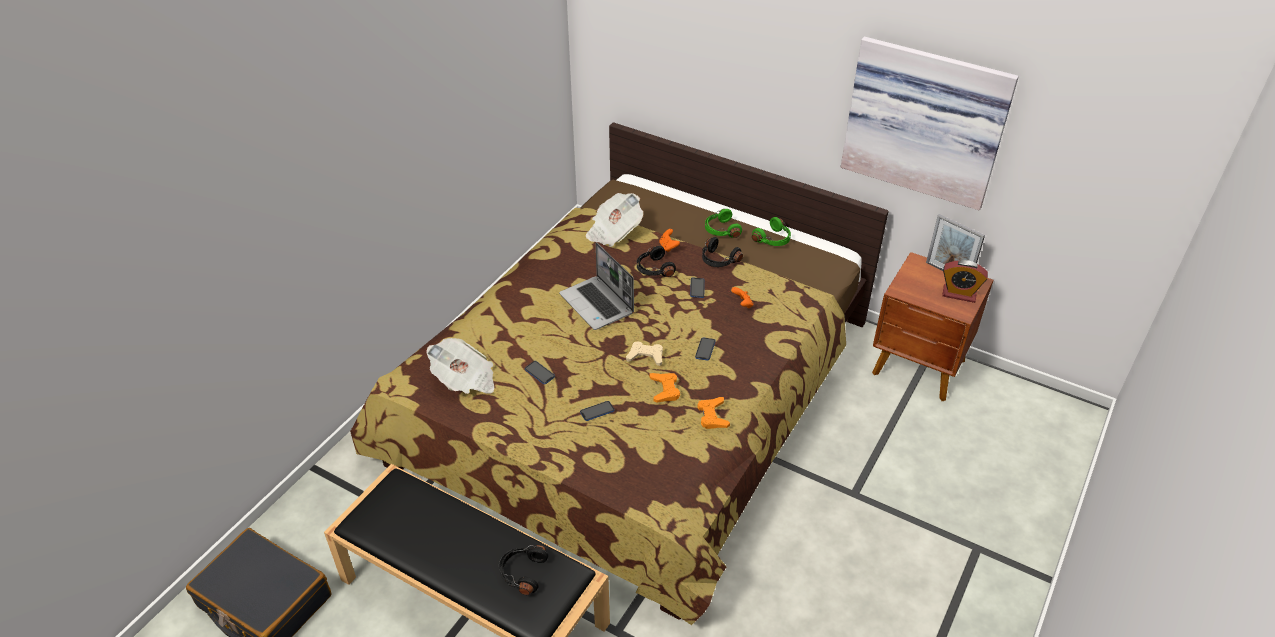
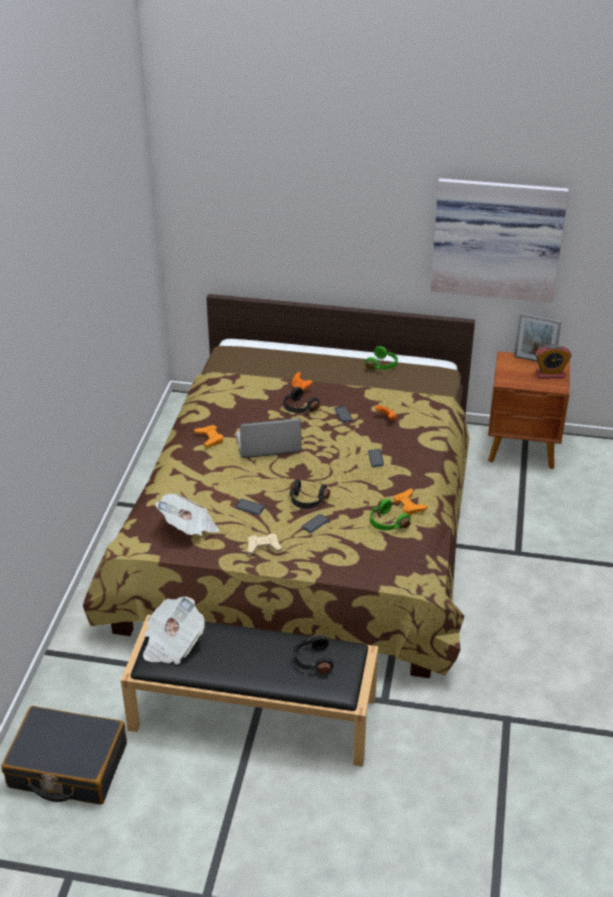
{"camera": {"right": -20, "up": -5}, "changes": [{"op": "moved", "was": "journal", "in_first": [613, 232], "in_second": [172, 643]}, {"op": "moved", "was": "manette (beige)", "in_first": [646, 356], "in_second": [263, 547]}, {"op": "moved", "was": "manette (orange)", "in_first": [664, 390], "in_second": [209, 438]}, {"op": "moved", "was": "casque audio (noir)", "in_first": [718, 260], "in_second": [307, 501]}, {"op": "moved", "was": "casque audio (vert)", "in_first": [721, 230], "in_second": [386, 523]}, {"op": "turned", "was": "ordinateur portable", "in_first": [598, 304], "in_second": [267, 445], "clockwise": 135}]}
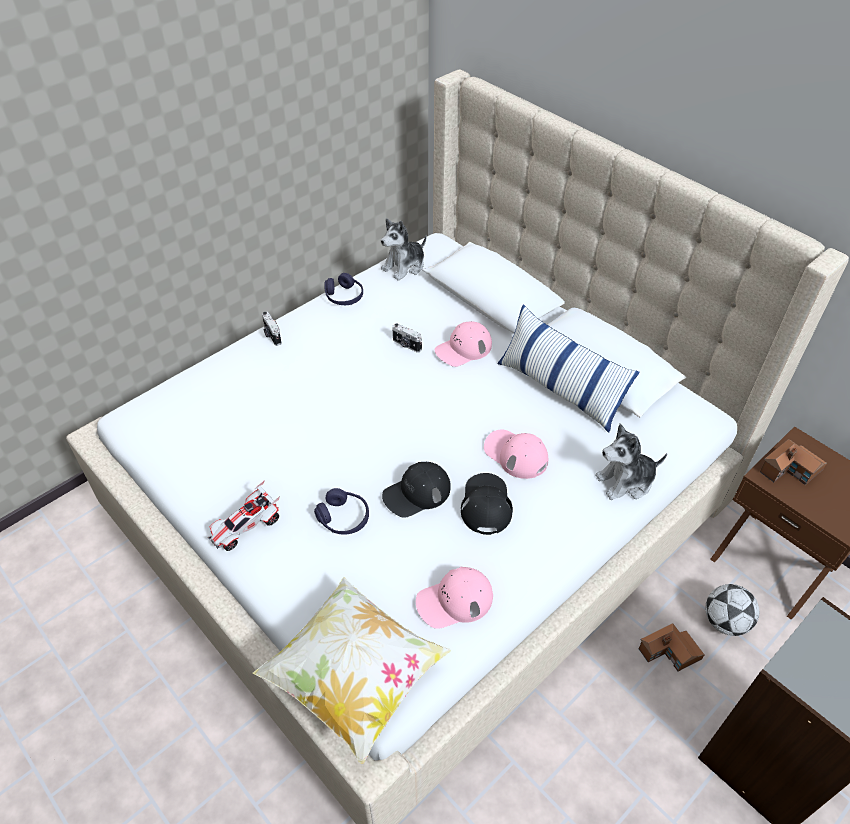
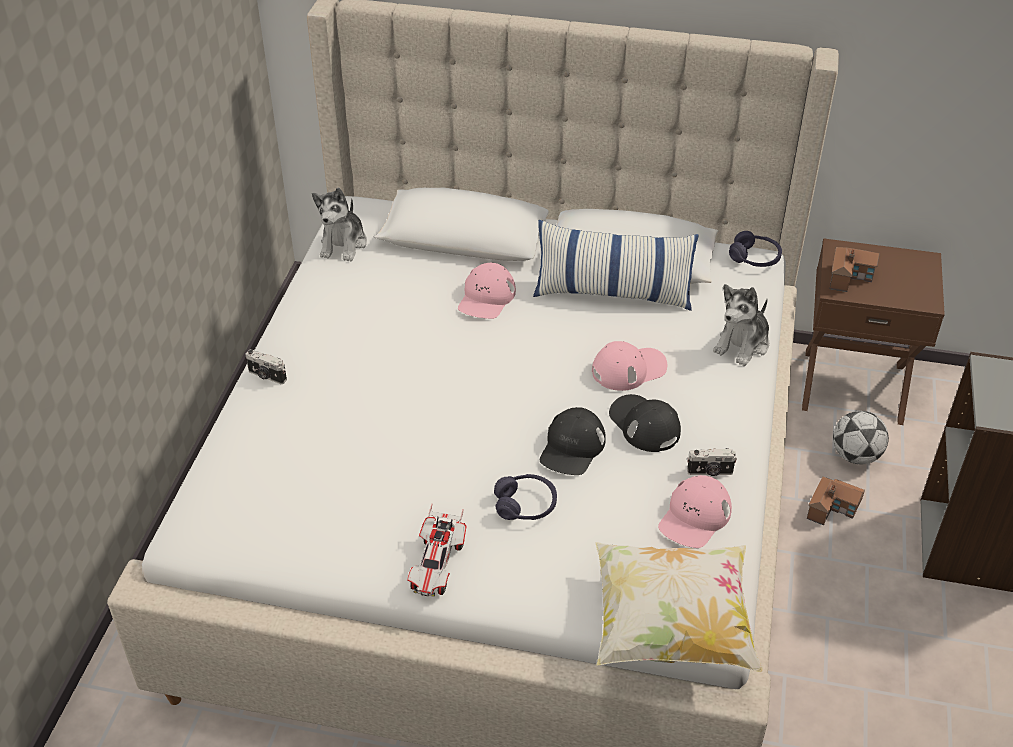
{"camera": {"right": -35, "up": -5}, "changes": [{"op": "moved", "was": "casque audio (violet)", "in_first": [344, 296], "in_second": [754, 258]}, {"op": "moved", "was": "appareil photo", "in_first": [406, 345], "in_second": [710, 472]}, {"op": "turned", "was": "casquette (rose)", "in_first": [515, 454], "in_second": [629, 369], "clockwise": 150}]}
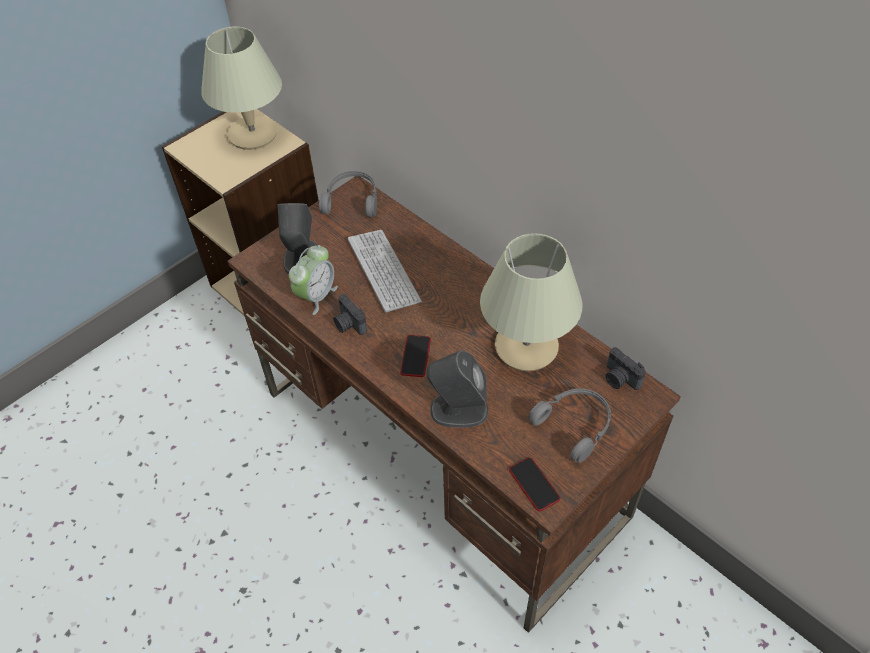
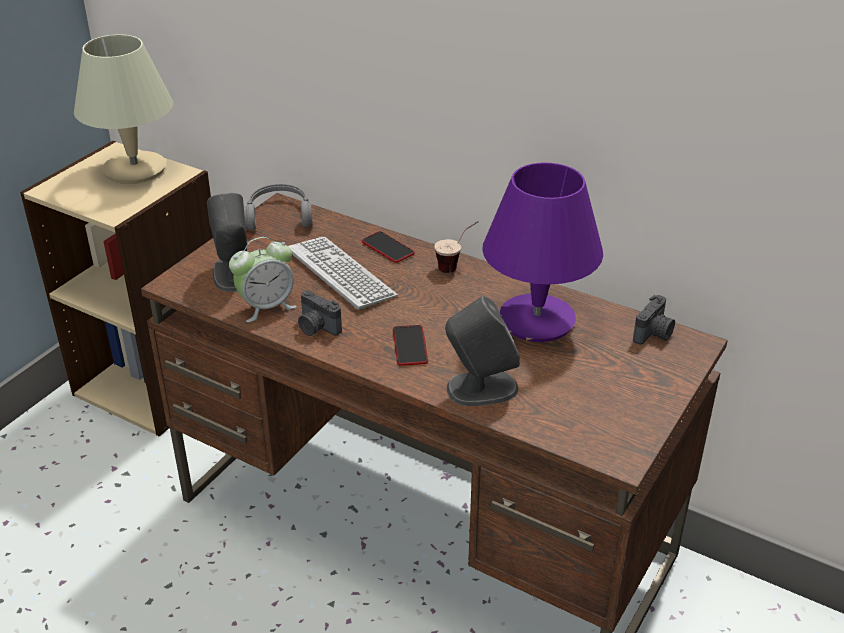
{"camera": {"right": -15, "up": -15}, "changes": [{"op": "removed", "was": "casque audio (gris)", "in_first": [575, 425]}, {"op": "added", "now": "tasse", "in_second": [456, 265]}, {"op": "moved", "was": "téléphone", "in_first": [534, 484], "in_second": [388, 248]}, {"op": "recoloured", "was": "lampe de table (beige)", "now": "lampe de table (violet)", "in_first": [527, 347], "in_second": [537, 320]}, {"op": "turned", "was": "réveil", "in_first": [316, 296], "in_second": [266, 307], "clockwise": 45}, {"op": "turned", "was": "appareil photo", "in_first": [619, 379], "in_second": [654, 334], "clockwise": -90}]}
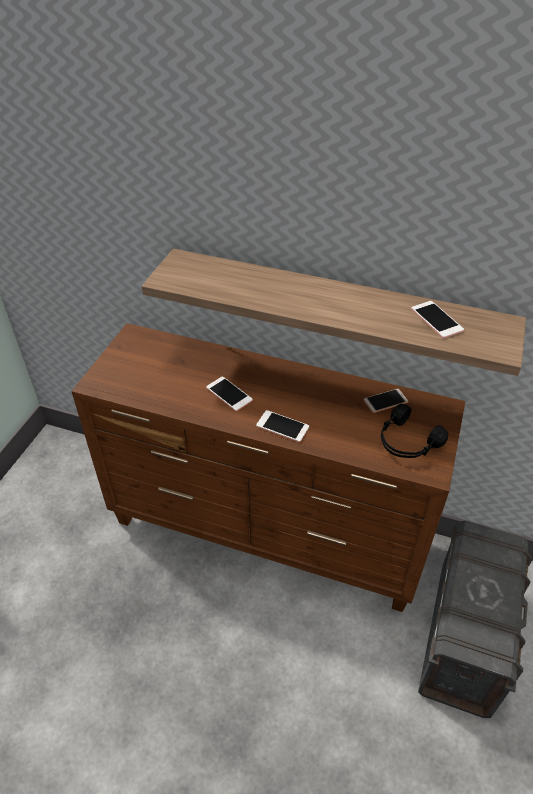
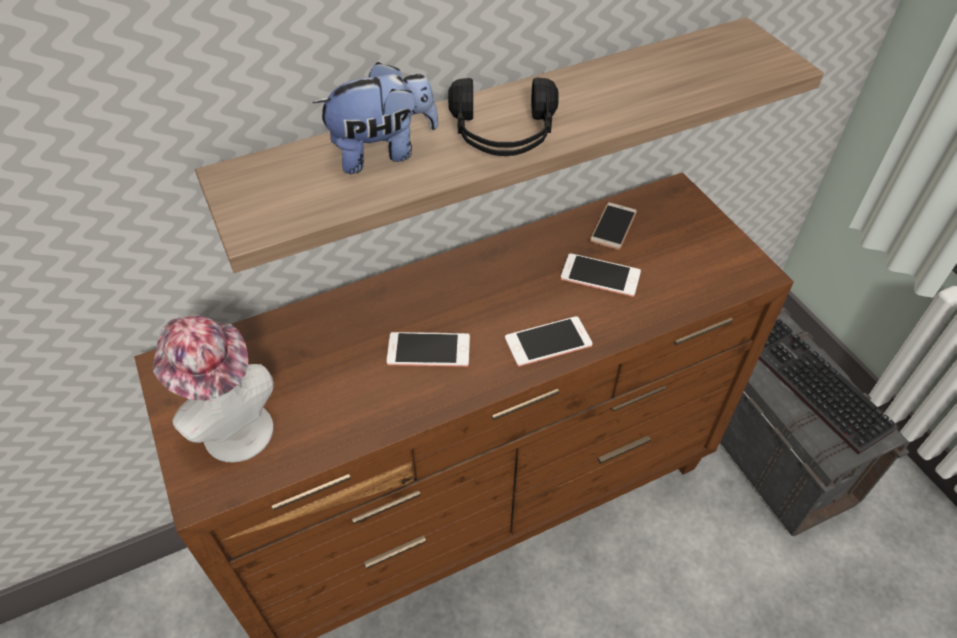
{"camera": {"right": -45, "up": 5}, "changes": [{"op": "added", "now": "chapeau", "in_second": [232, 426]}, {"op": "added", "now": "peluche", "in_second": [382, 152]}, {"op": "added", "now": "clavier", "in_second": [806, 381]}, {"op": "moved", "was": "casque audio (noir)", "in_first": [406, 442], "in_second": [503, 135]}, {"op": "moved", "was": "téléphone", "in_first": [436, 320], "in_second": [600, 276]}]}
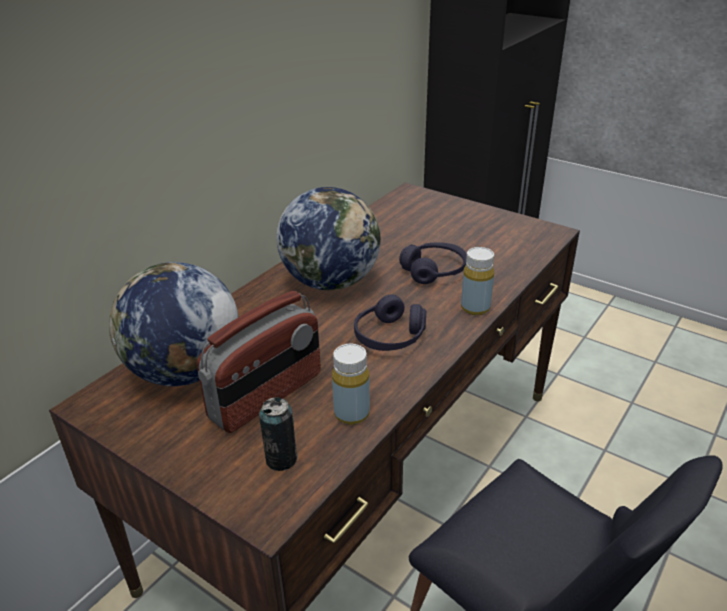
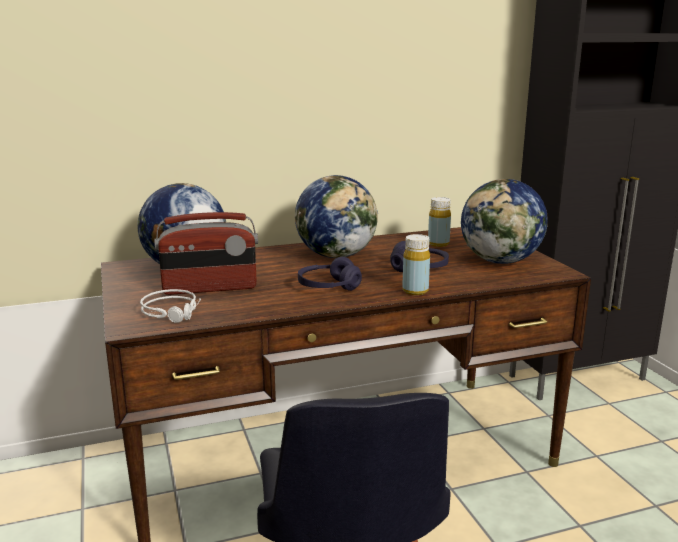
{"camera": {"right": 35, "up": -15}, "changes": [{"op": "added", "now": "globe", "in_second": [501, 261]}, {"op": "moved", "was": "bouteille (jaune)", "in_first": [351, 413], "in_second": [438, 244]}, {"op": "replaced", "was": "boîte métallique", "now": "casque audio (gris)", "in_first": [281, 459], "in_second": [173, 312]}]}
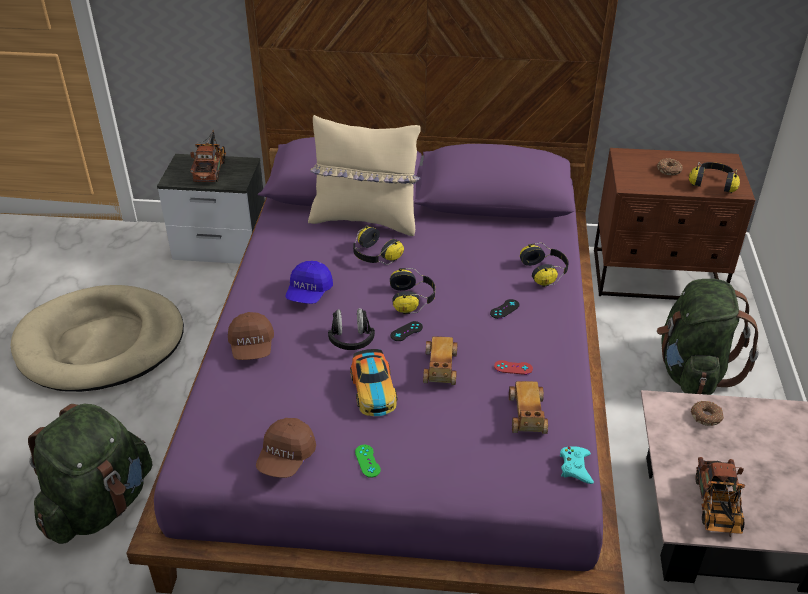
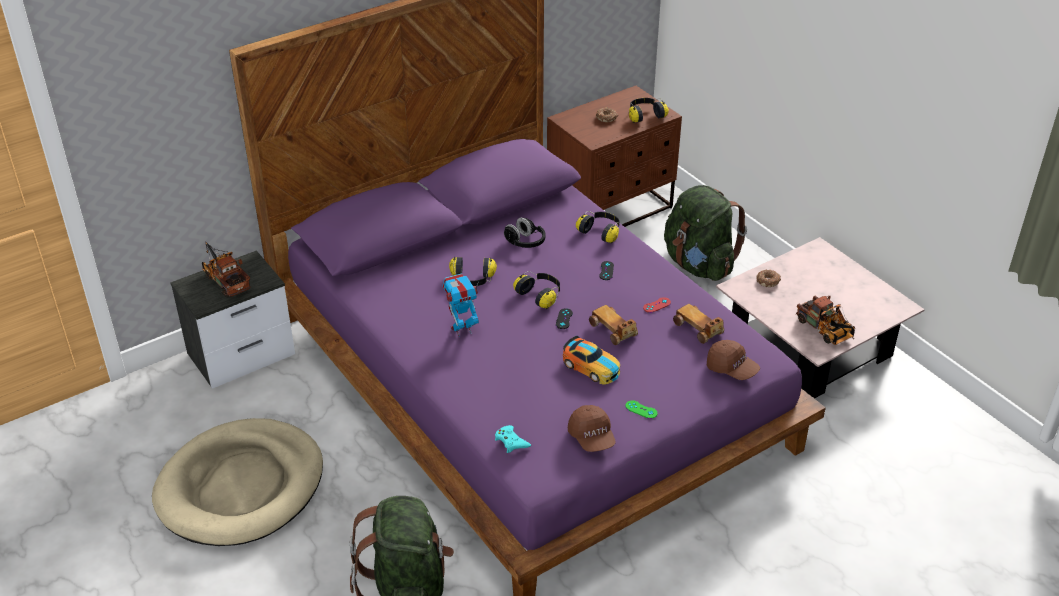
{"camera": {"right": -40, "up": 0}, "changes": [{"op": "removed", "was": "coussin (beige)", "in_first": [365, 220]}, {"op": "moved", "was": "casquette (marron)", "in_first": [252, 347], "in_second": [731, 369]}, {"op": "moved", "was": "casque audio (noir)", "in_first": [351, 339], "in_second": [525, 242]}, {"op": "moved", "was": "manette (turquoise)", "in_first": [575, 467], "in_second": [511, 442]}, {"op": "replaced", "was": "casquette (bleu)", "now": "robot jouet", "in_first": [309, 293], "in_second": [462, 330]}]}
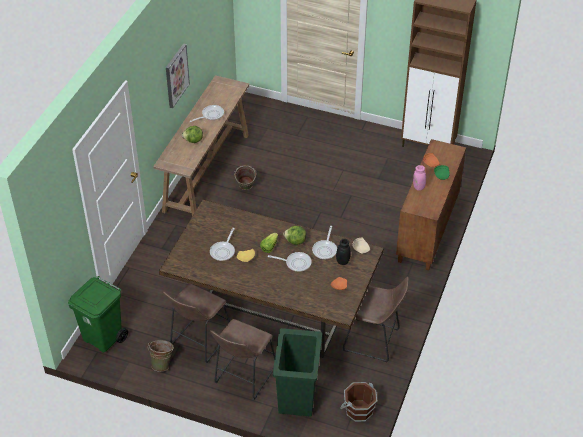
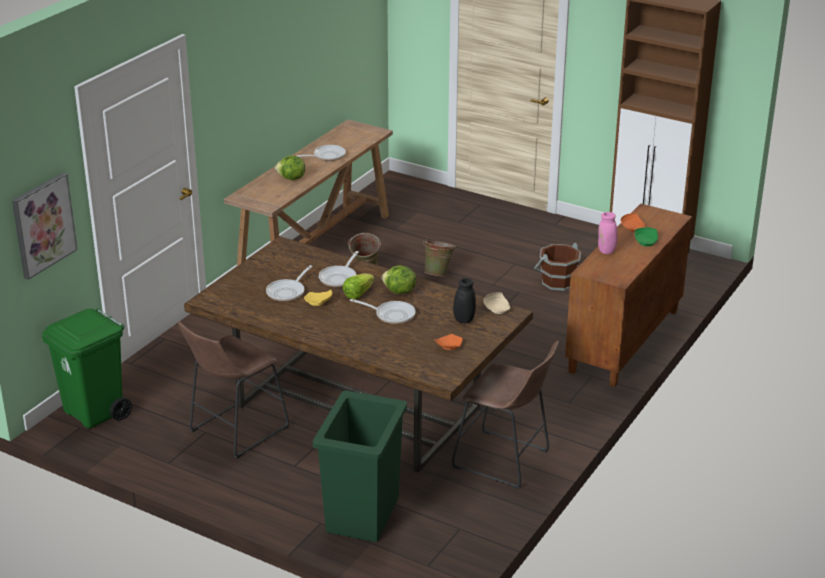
{"camera": {"right": 10, "up": -15}, "changes": [{"op": "removed", "was": "tabouret (marron)", "in_first": [243, 377]}, {"op": "moved", "was": "seau (vert)", "in_first": [162, 363], "in_second": [438, 273]}, {"op": "moved", "was": "tableau", "in_first": [176, 75], "in_second": [43, 225]}, {"op": "moved", "was": "poêle", "in_first": [325, 249], "in_second": [339, 278]}, {"op": "moved", "was": "seau (marron)", "in_first": [358, 410], "in_second": [557, 282]}]}
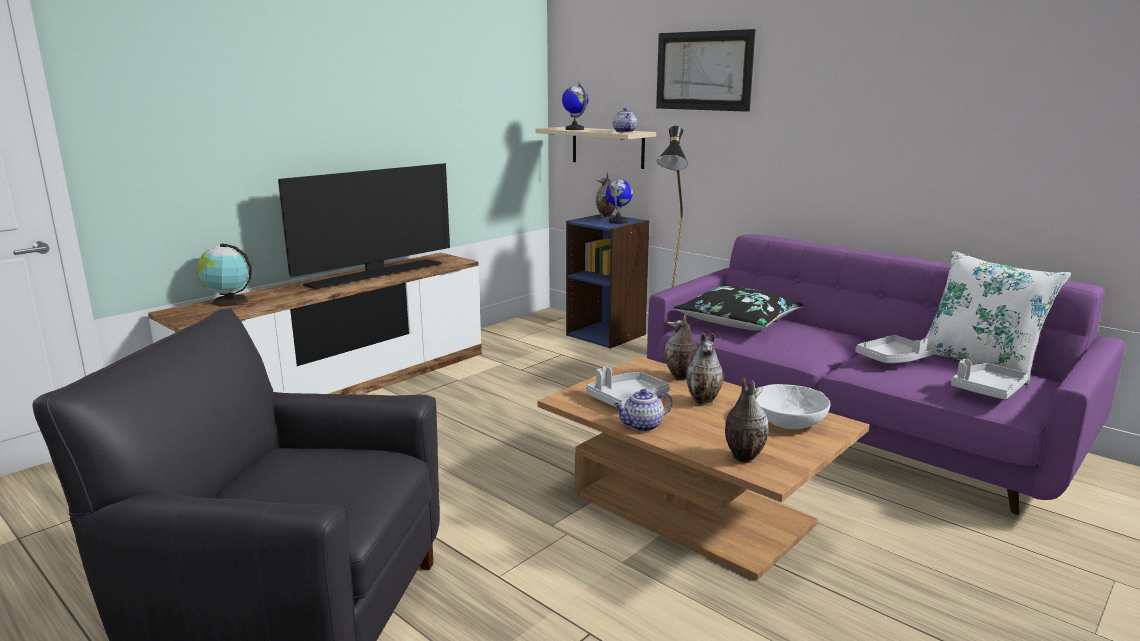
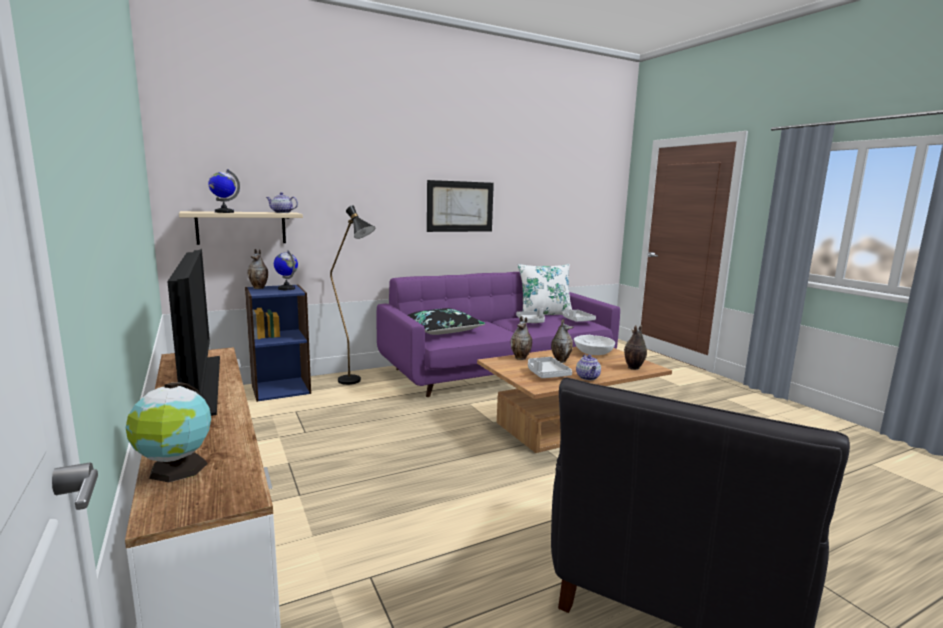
{"camera": {"right": -70, "up": -5}, "changes": [{"op": "moved", "was": "tableau", "in_first": [703, 71], "in_second": [460, 206]}]}
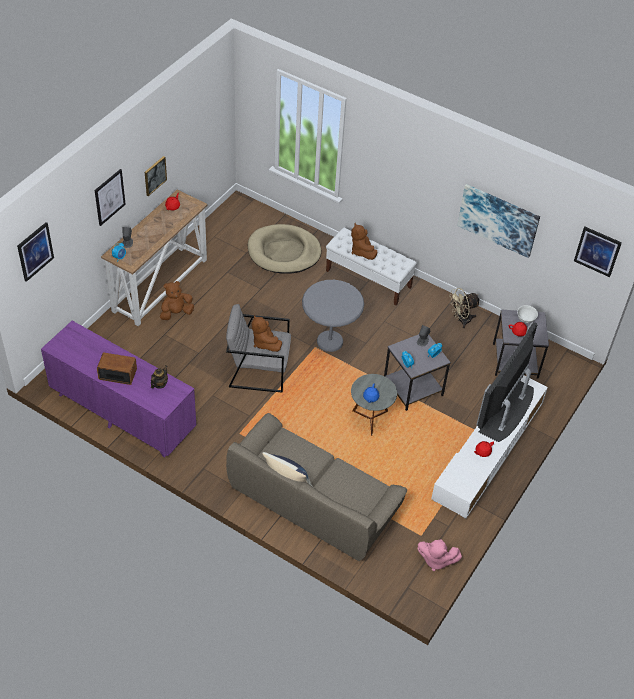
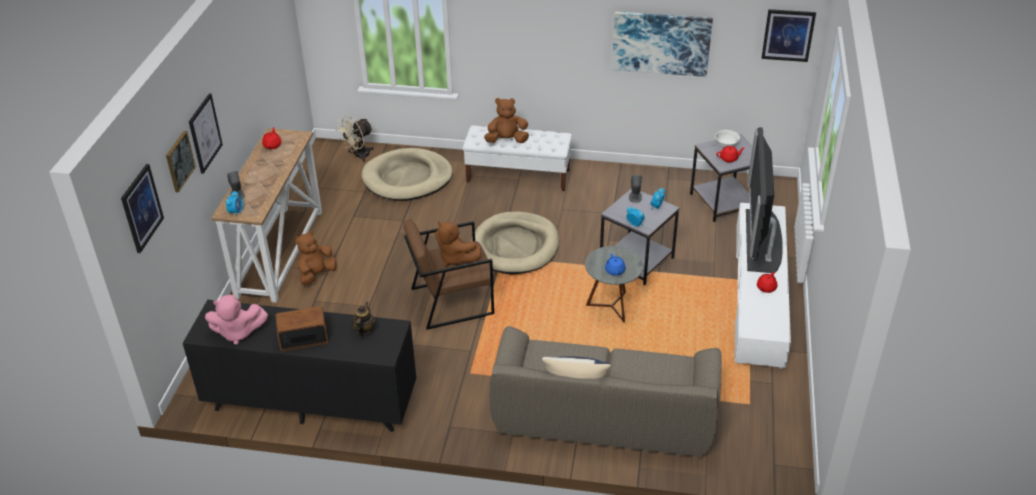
{"camera": {"right": -20, "up": -10}, "changes": [{"op": "moved", "was": "tableau", "in_first": [155, 175], "in_second": [179, 161]}, {"op": "moved", "was": "peluche (rose)", "in_first": [436, 560], "in_second": [237, 333]}, {"op": "moved", "was": "ventilateur (beige)", "in_first": [461, 320], "in_second": [358, 156]}, {"op": "replaced", "was": "table d'appoint (gris)", "now": "panier pour chien (beige)", "in_first": [330, 341], "in_second": [515, 246]}, {"op": "recoloured", "was": "commode (violet)", "now": "commode (noir)", "in_first": [122, 413], "in_second": [310, 401]}, {"op": "recoloured", "was": "fauteuil (gris)", "now": "fauteuil (marron)", "in_first": [258, 370], "in_second": [452, 301]}, {"op": "turned", "was": "peluche (marron)", "in_first": [362, 251], "in_second": [507, 140], "clockwise": 120}]}
